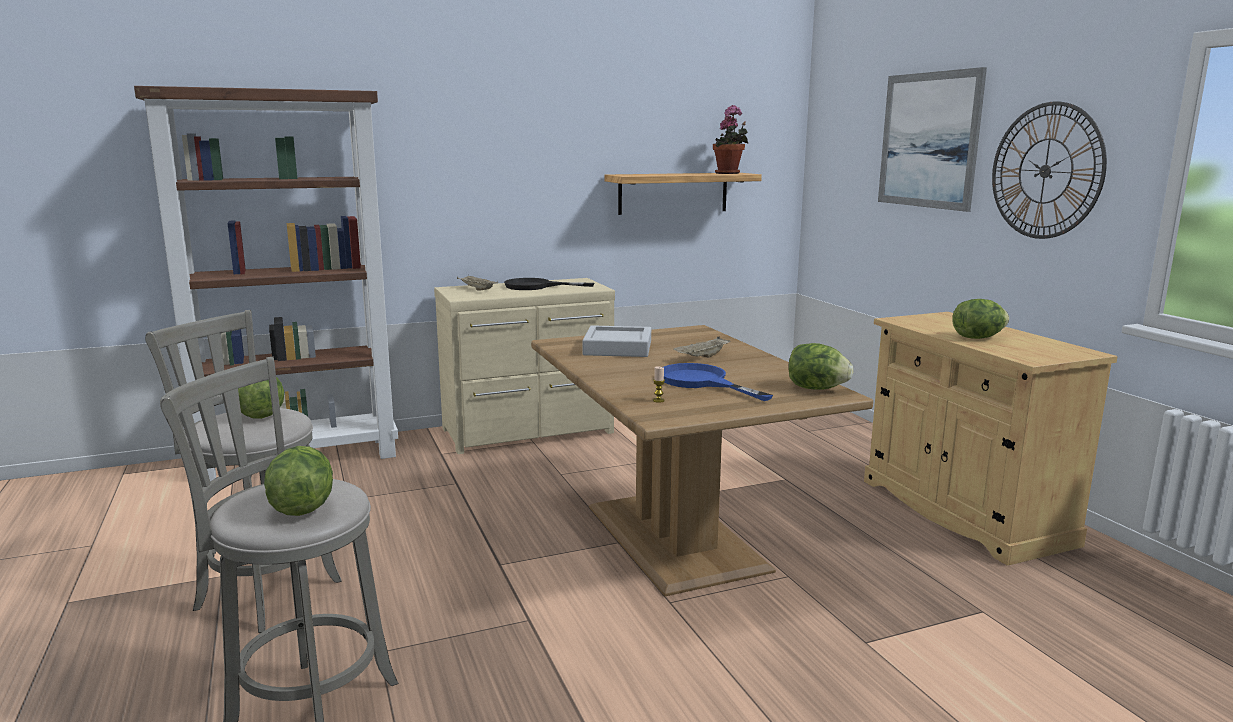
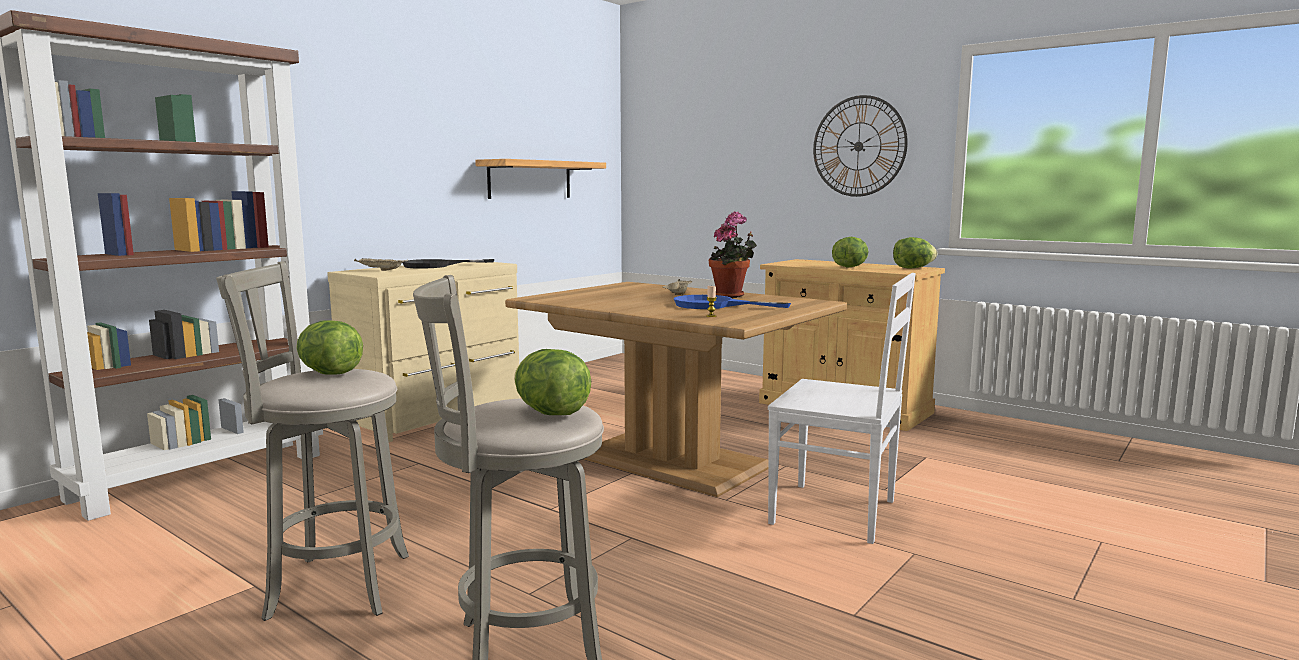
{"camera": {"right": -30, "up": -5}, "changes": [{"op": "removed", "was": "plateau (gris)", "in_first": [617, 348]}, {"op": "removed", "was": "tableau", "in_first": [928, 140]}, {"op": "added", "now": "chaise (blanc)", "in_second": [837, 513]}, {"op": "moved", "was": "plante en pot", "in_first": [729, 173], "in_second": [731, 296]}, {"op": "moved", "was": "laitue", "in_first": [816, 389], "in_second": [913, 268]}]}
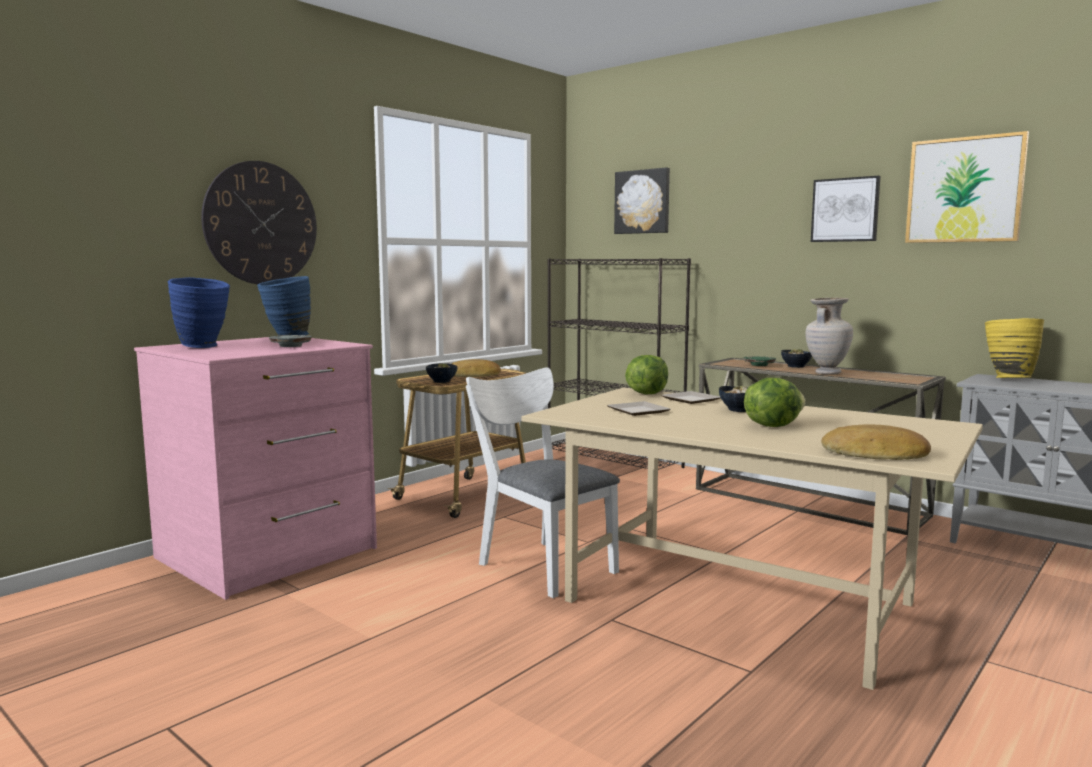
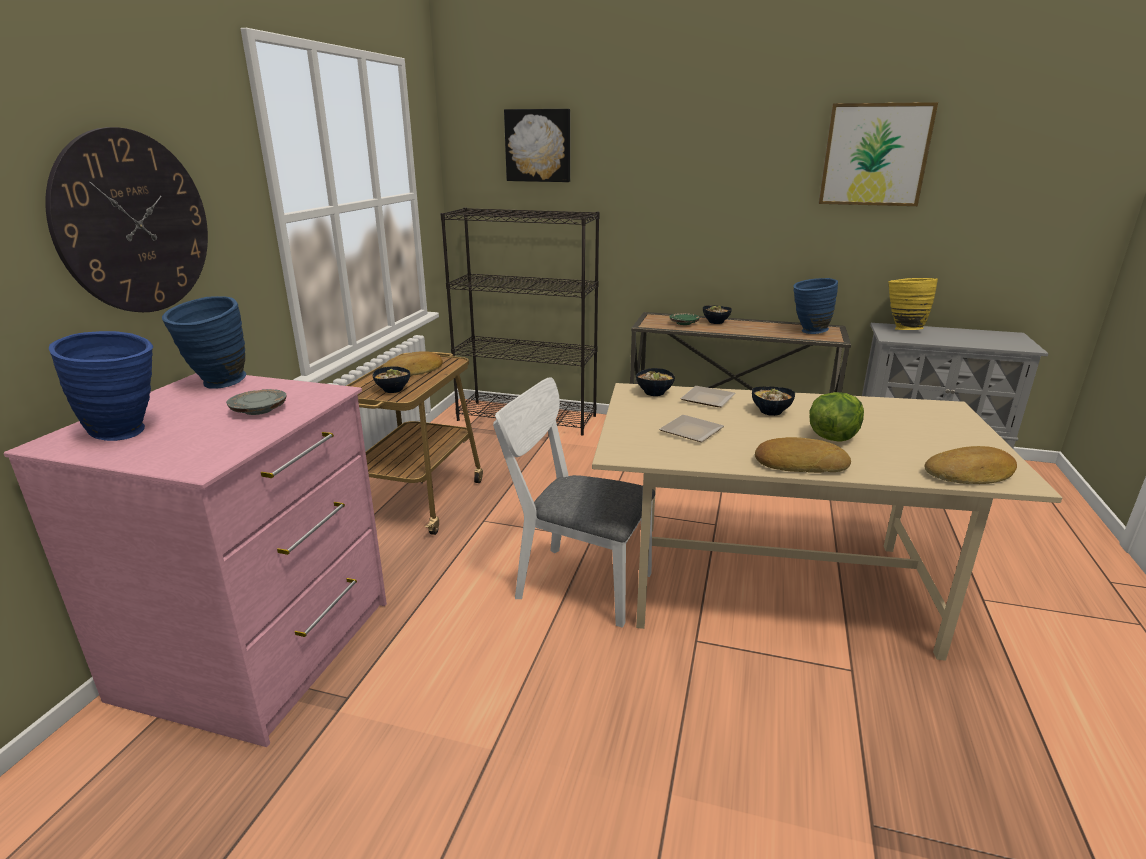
{"camera": {"right": -25, "up": 15}, "changes": [{"op": "removed", "was": "vase (beige)", "in_first": [826, 373]}, {"op": "removed", "was": "tableau", "in_first": [845, 210]}, {"op": "added", "now": "pain", "in_second": [799, 463]}, {"op": "added", "now": "vase (bleu)", "in_second": [808, 332]}, {"op": "replaced", "was": "laitue", "now": "bol", "in_first": [646, 393], "in_second": [653, 393]}]}
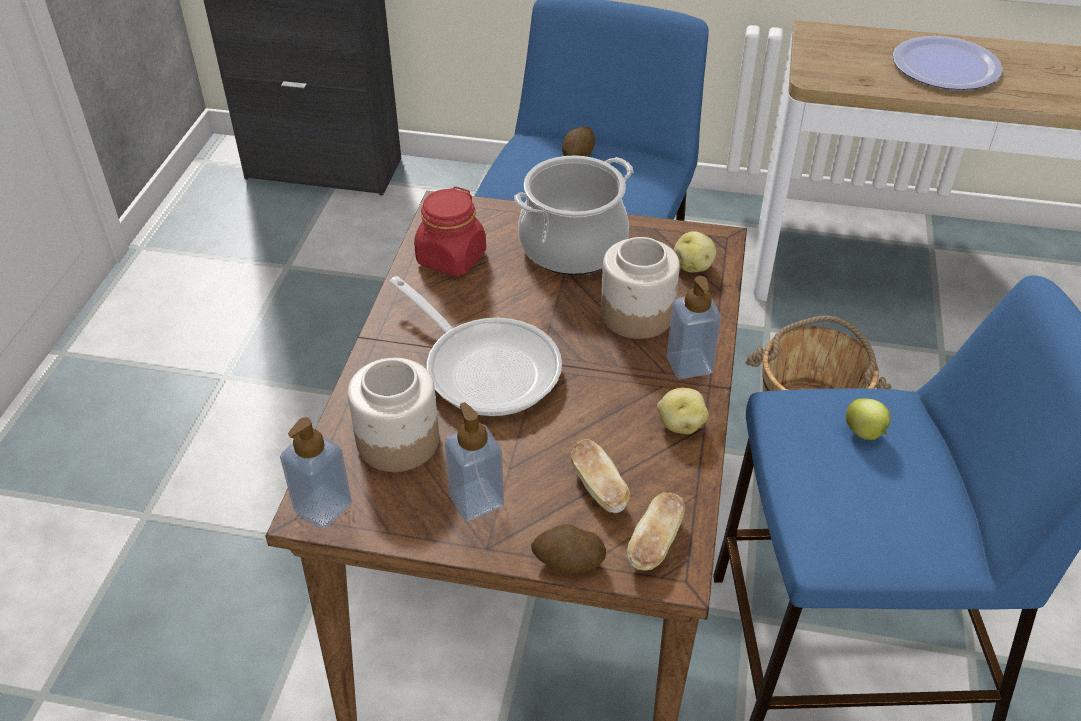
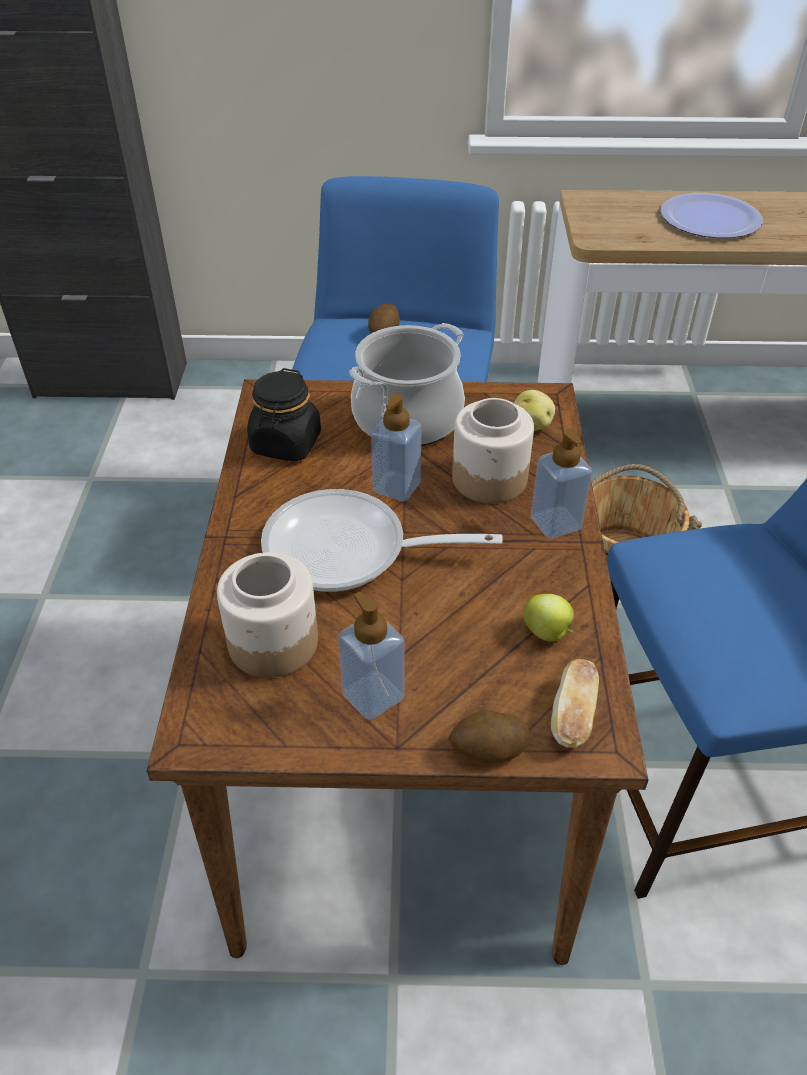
{"camera": {"right": -10, "up": 0}, "changes": [{"op": "removed", "was": "pain", "in_first": [599, 488]}, {"op": "removed", "was": "pomme de terre", "in_first": [680, 424]}, {"op": "moved", "was": "distributeur de savon", "in_first": [323, 507], "in_second": [396, 487]}, {"op": "moved", "was": "pomme", "in_first": [865, 433], "in_second": [548, 633]}, {"op": "recoloured", "was": "bocal (rouge)", "now": "bocal (noir)", "in_first": [451, 258], "in_second": [286, 444]}, {"op": "turned", "was": "poêle", "in_first": [485, 367], "in_second": [348, 551], "clockwise": 150}]}
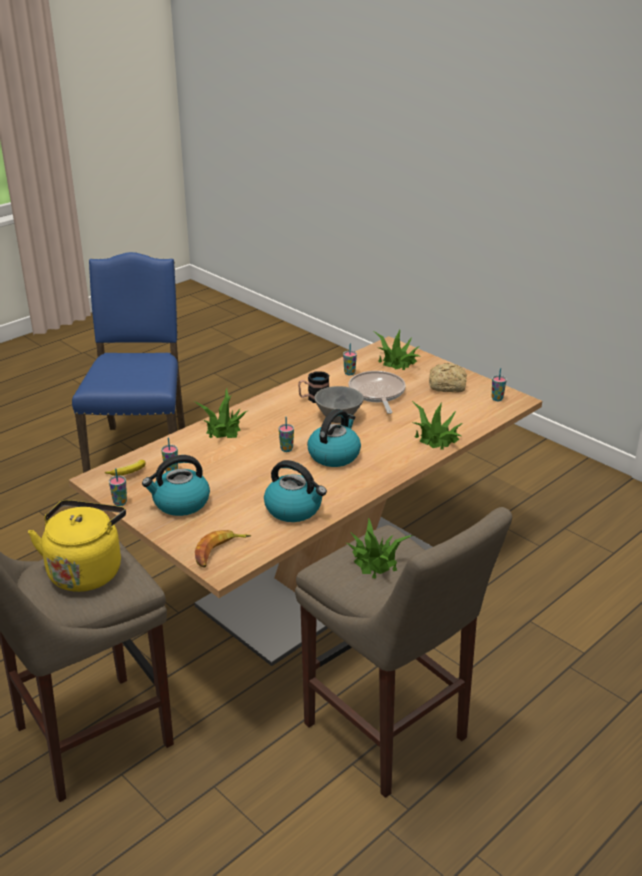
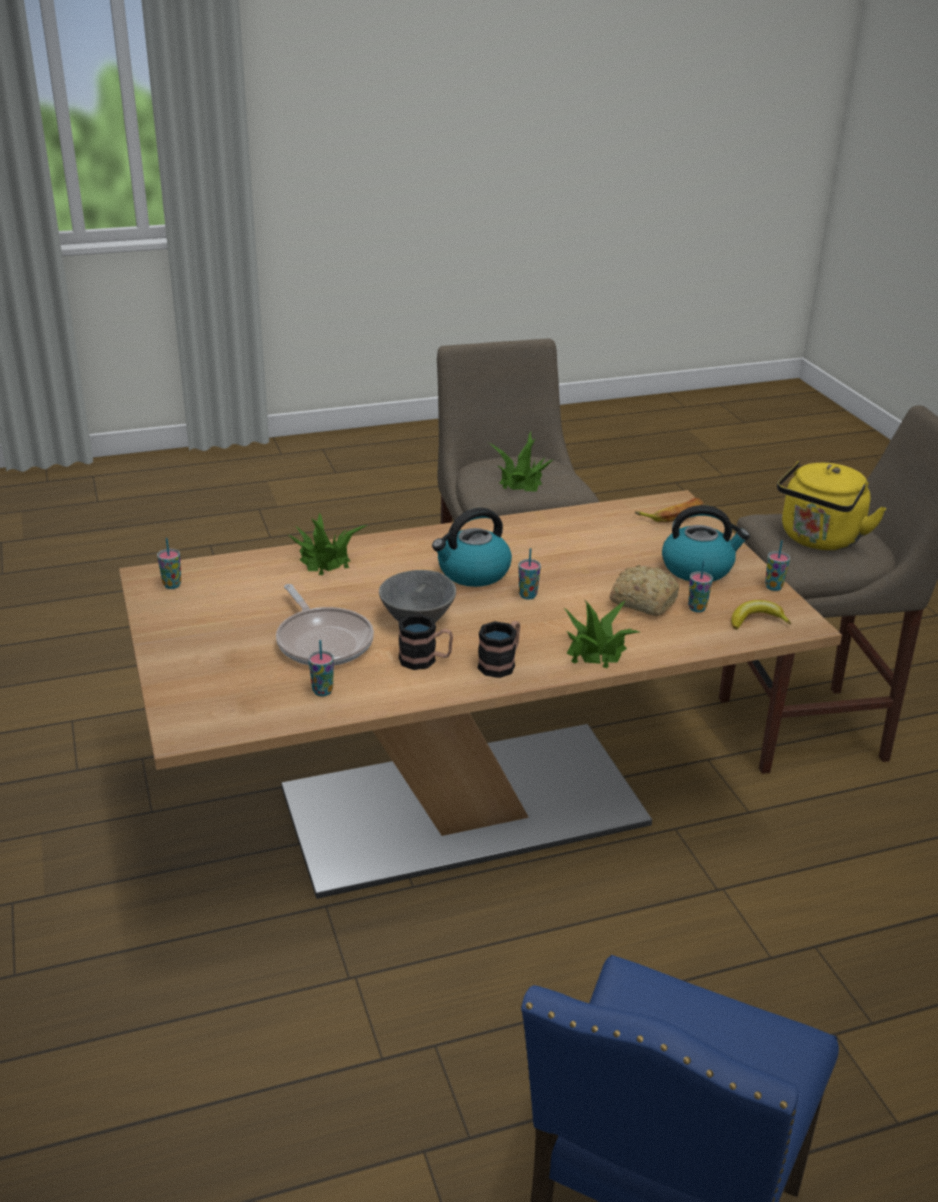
{"camera": {"right": -155, "up": 0}, "changes": [{"op": "removed", "was": "bouilloire", "in_first": [294, 509]}, {"op": "removed", "was": "plante en pot", "in_first": [396, 361]}, {"op": "added", "now": "mug", "in_second": [501, 663]}, {"op": "moved", "was": "pain", "in_first": [448, 386], "in_second": [642, 601]}, {"op": "turned", "was": "poêle", "in_first": [377, 393], "in_second": [323, 641], "clockwise": -45}]}
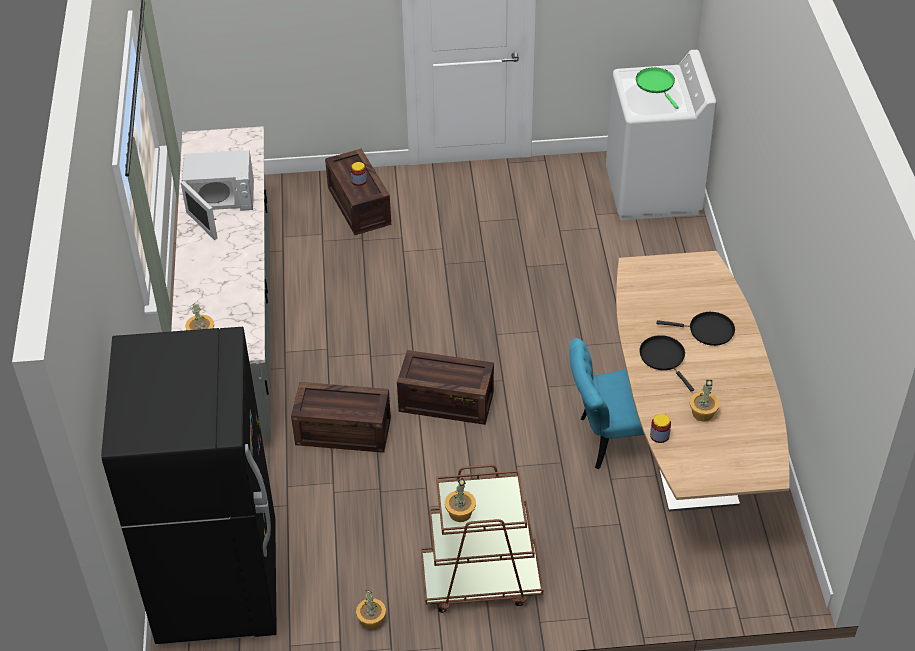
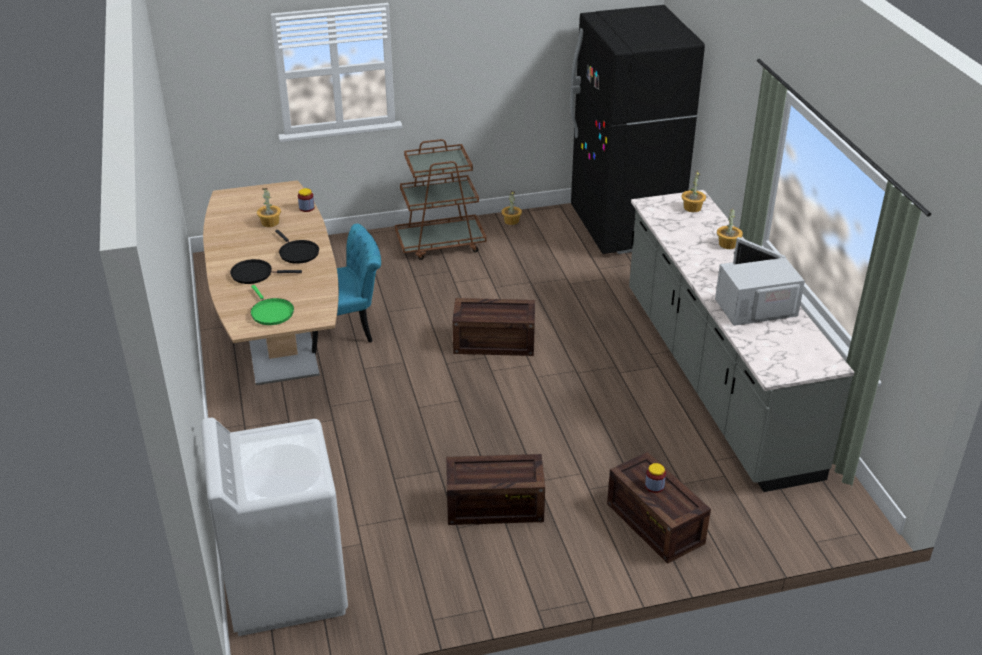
{"camera": {"right": 170, "up": -10}, "changes": [{"op": "moved", "was": "caisse", "in_first": [344, 430], "in_second": [493, 507]}, {"op": "moved", "was": "plante en pot", "in_first": [460, 512], "in_second": [728, 244]}, {"op": "moved", "was": "poêle (vert)", "in_first": [656, 84], "in_second": [271, 313]}]}
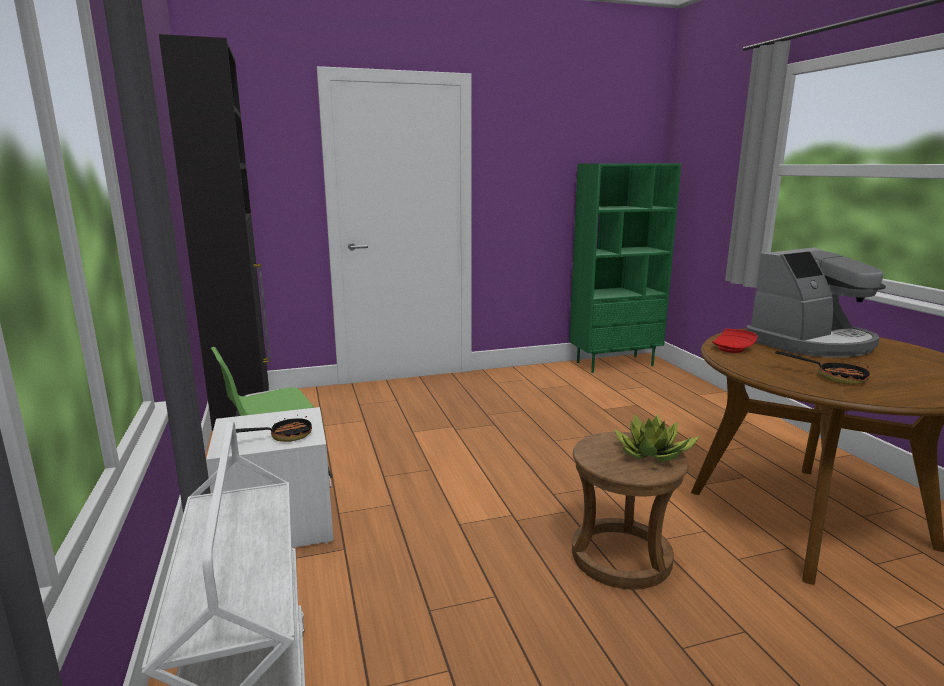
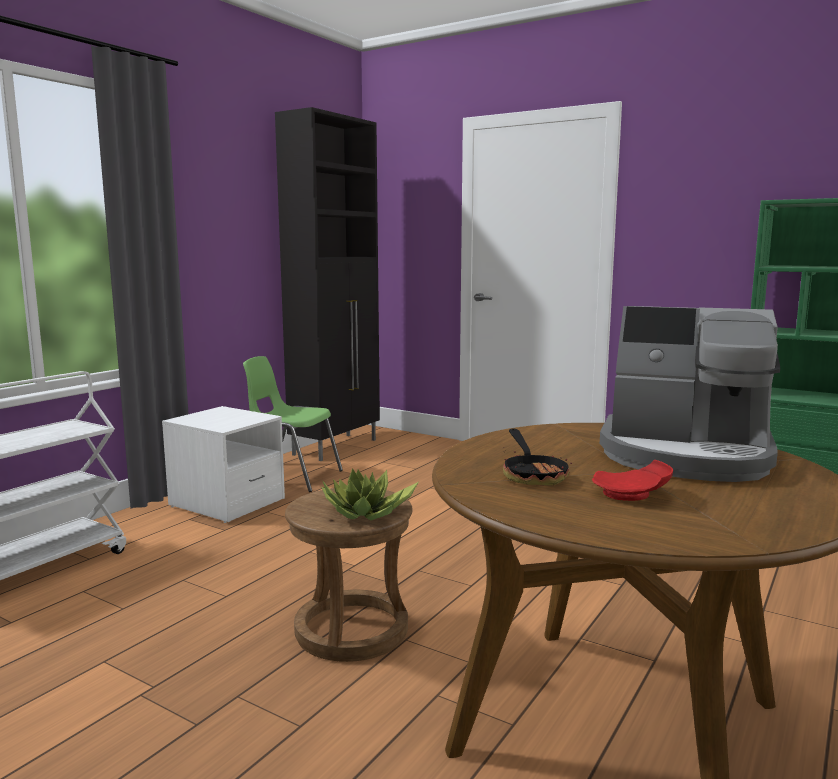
{"camera": {"right": 50, "up": -5}, "changes": [{"op": "removed", "was": "poêle", "in_first": [284, 436]}, {"op": "moved", "was": "assiette (rouge)", "in_first": [733, 349], "in_second": [632, 495]}]}
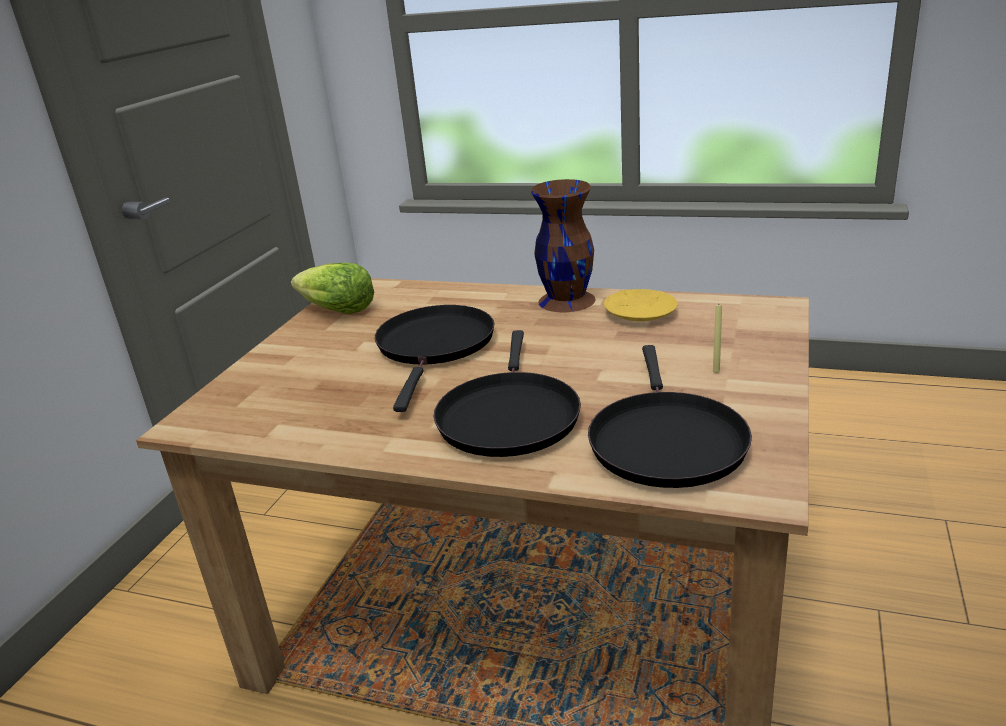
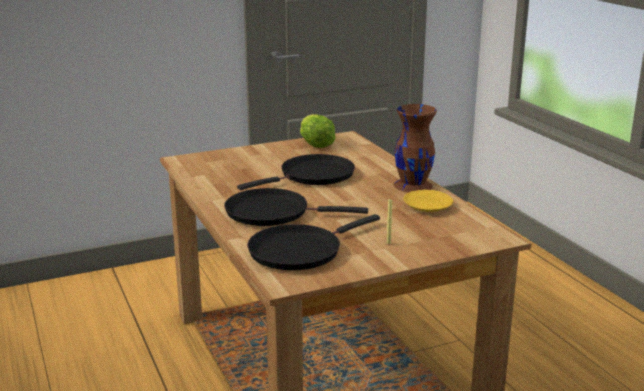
{"camera": {"right": 45, "up": -5}, "changes": [{"op": "turned", "was": "poêle (noir)", "in_first": [508, 416], "in_second": [273, 212], "clockwise": 45}]}
